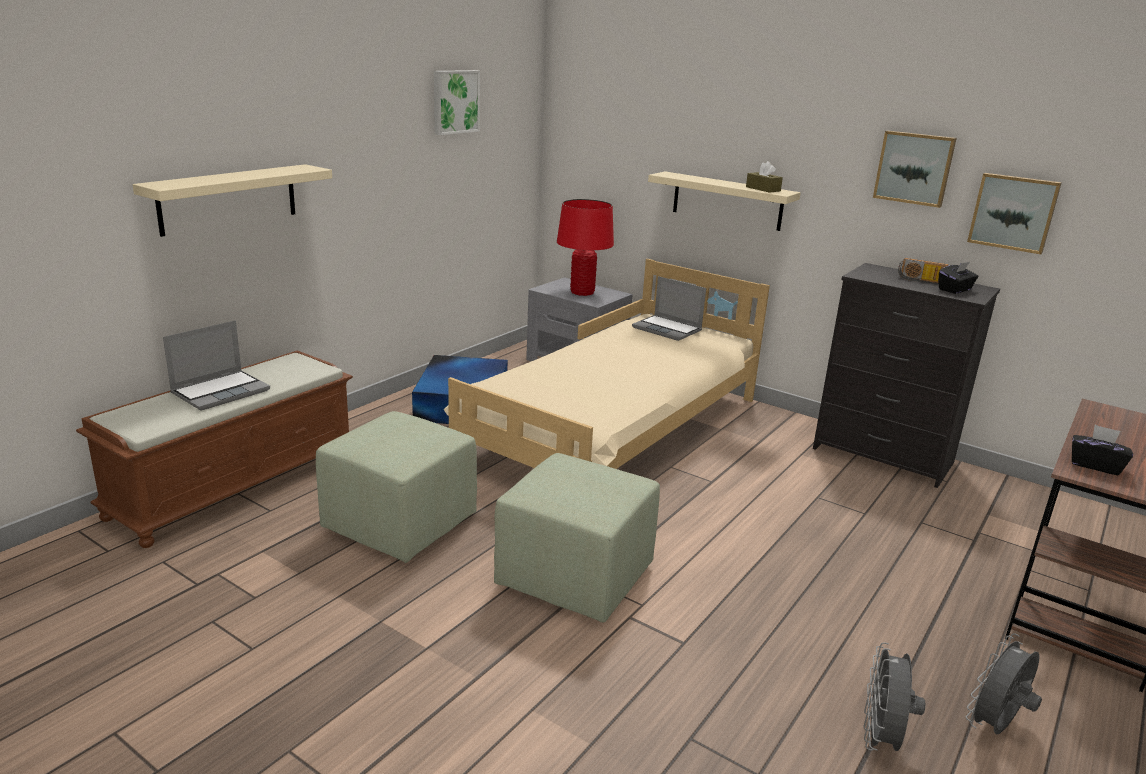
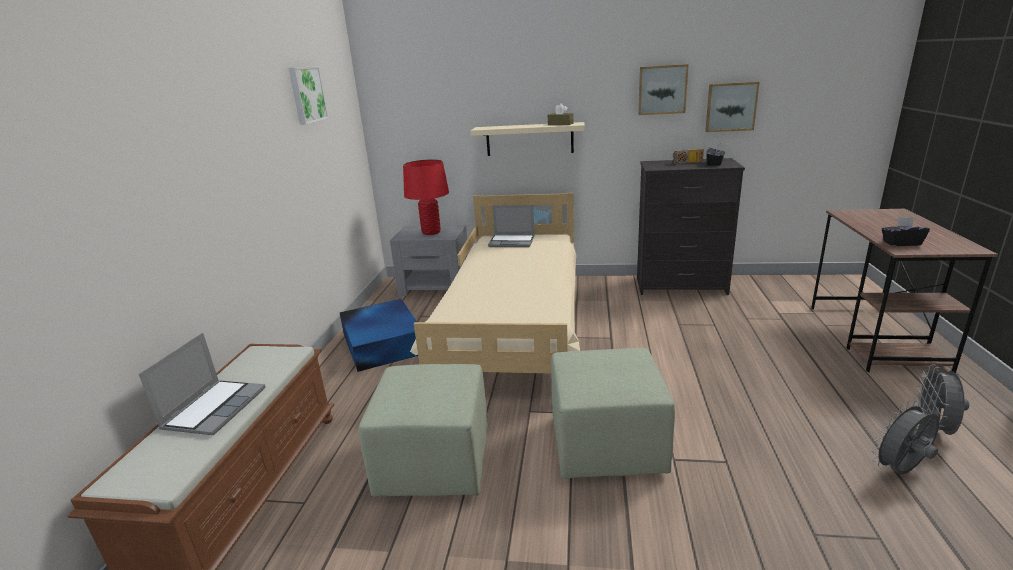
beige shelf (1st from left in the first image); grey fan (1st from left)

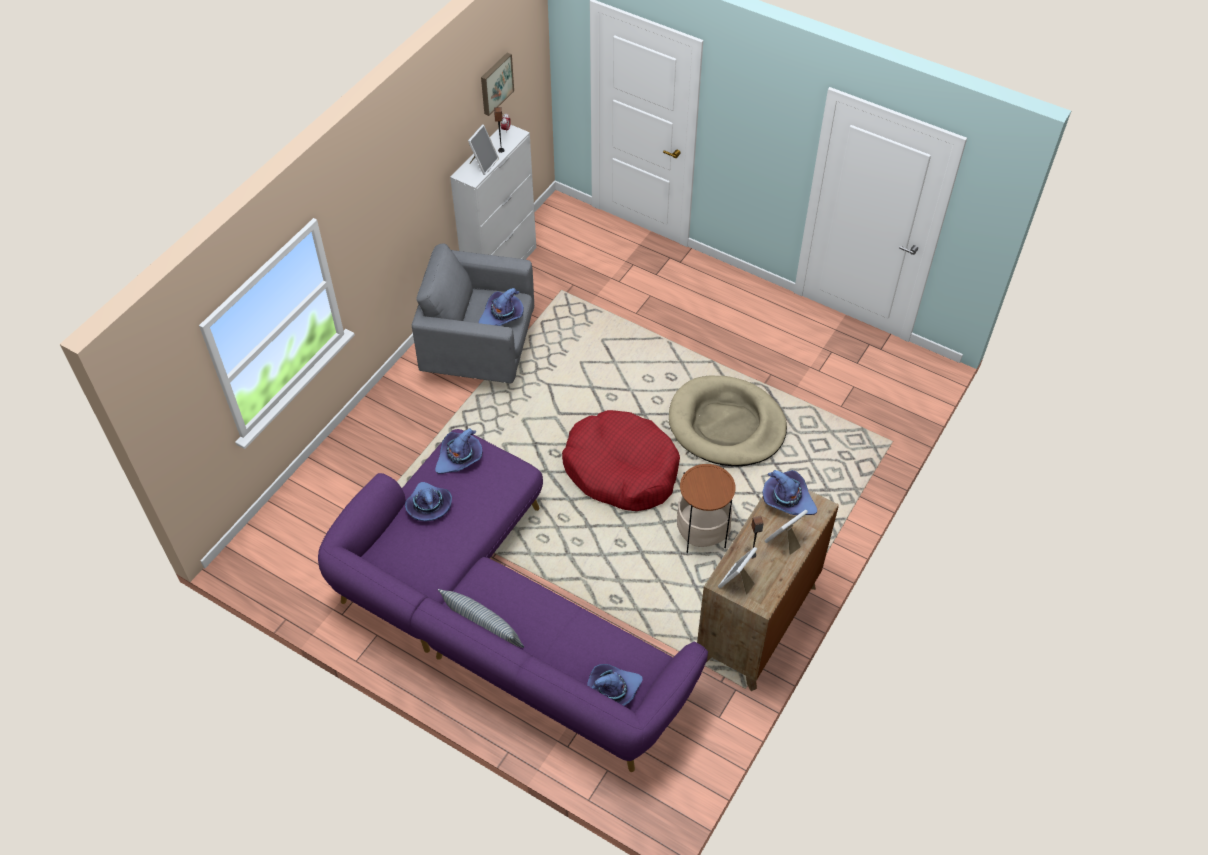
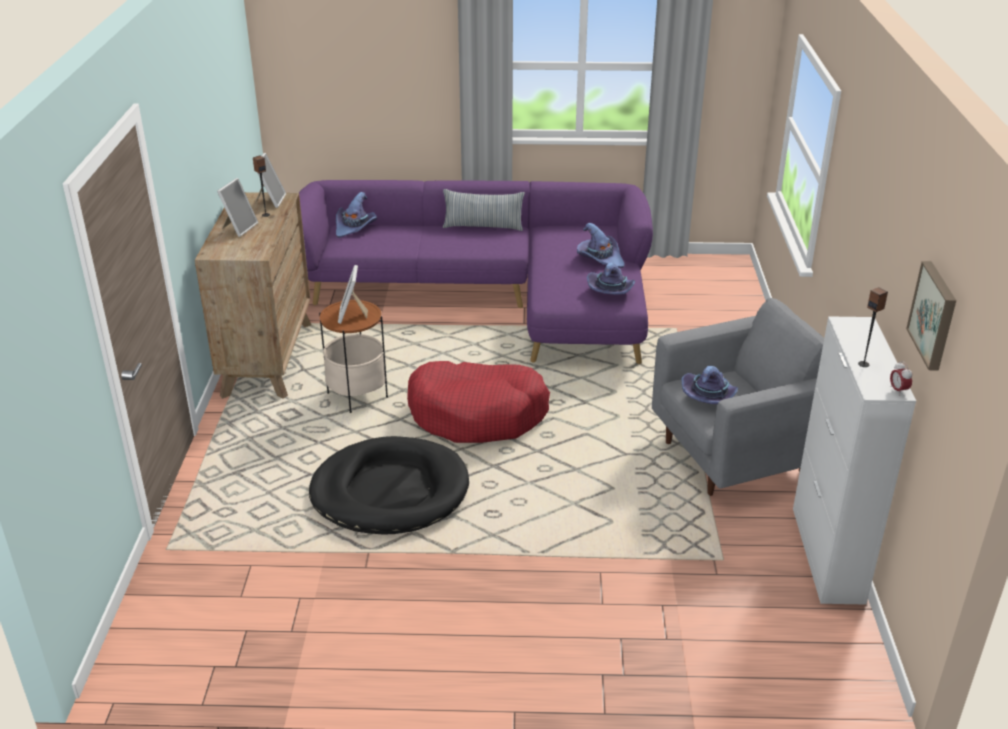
purple hat (5th from left in the first image); picture frame (3rd from left); black dog bed

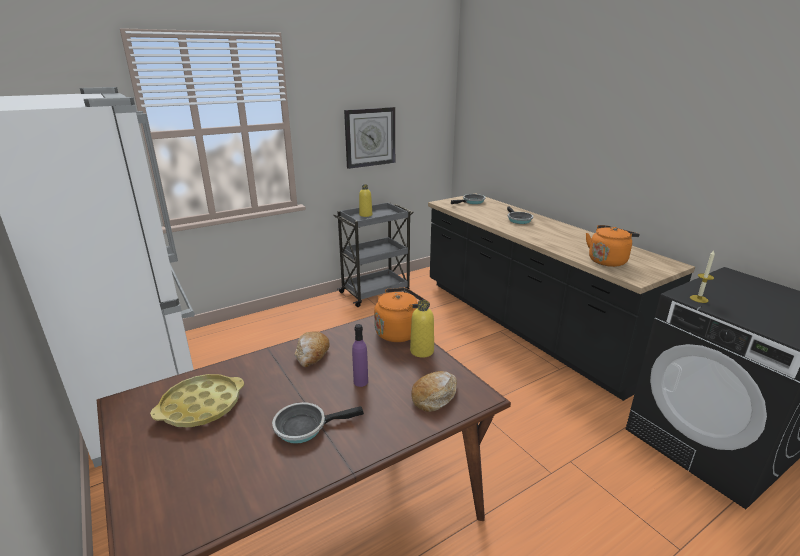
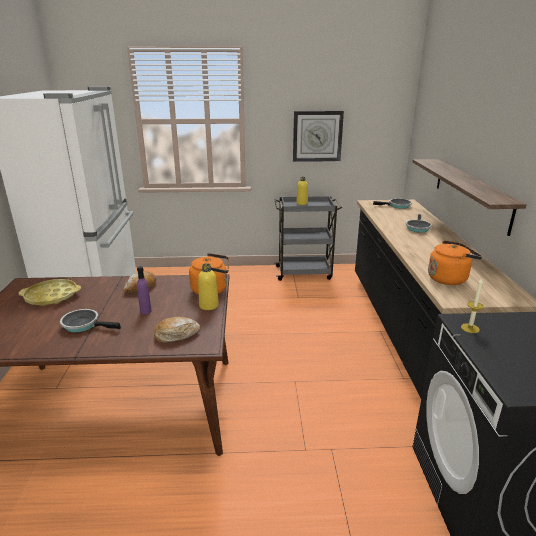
shelf

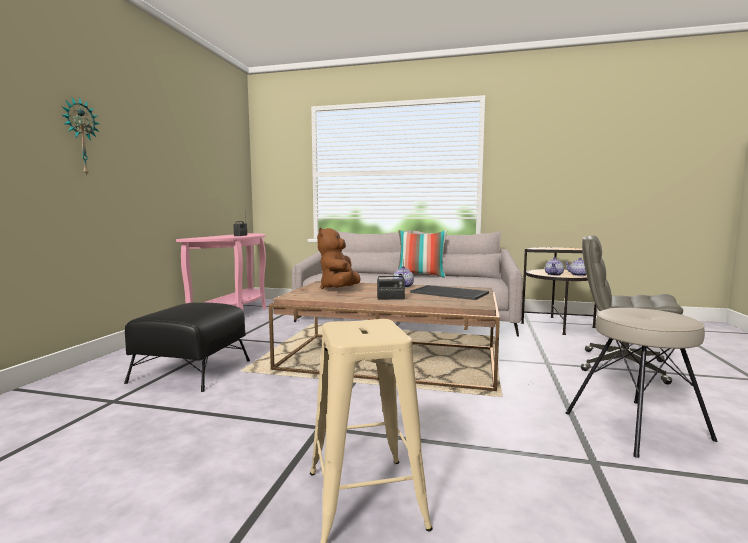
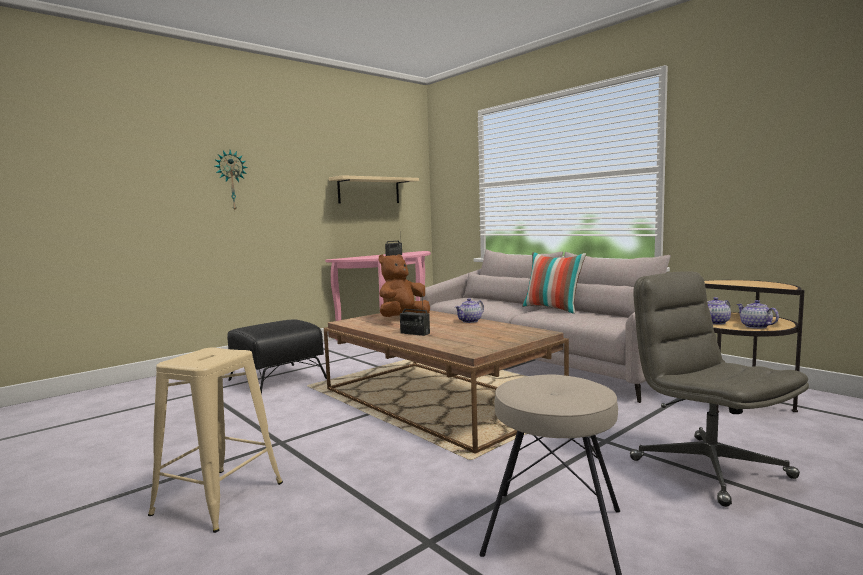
tray; beige shelf

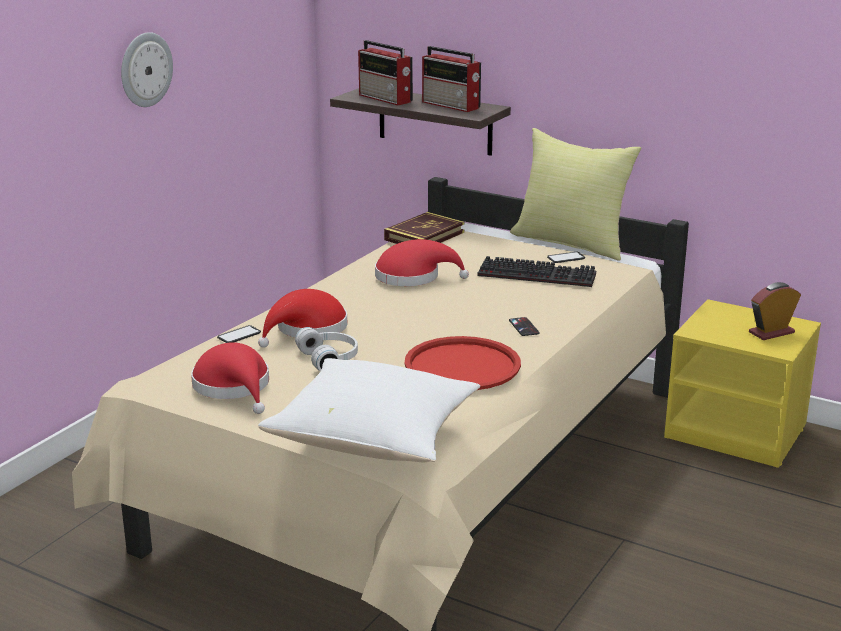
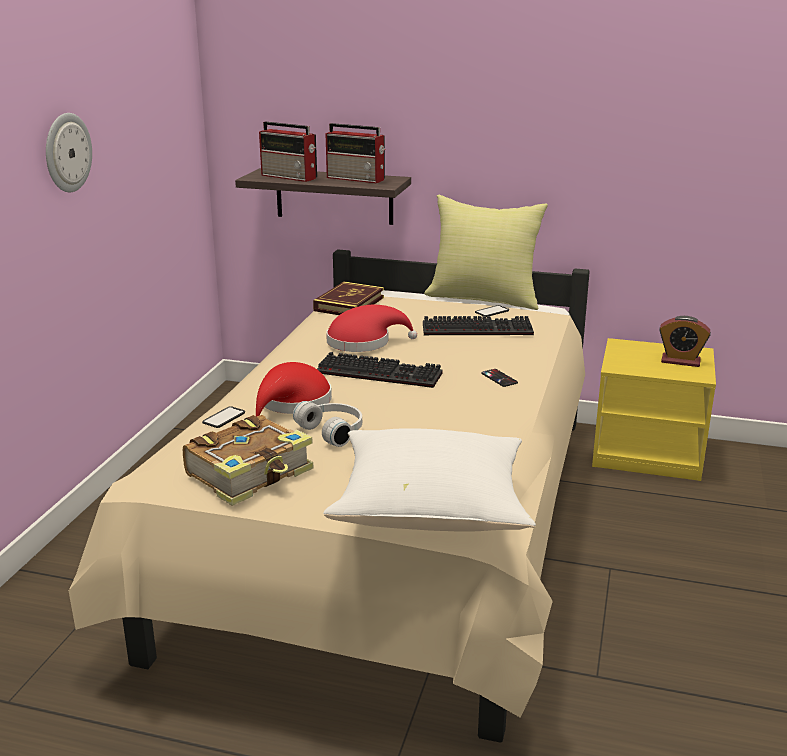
red tray; keyboard (1st from left); book (1st from left); alarm clock

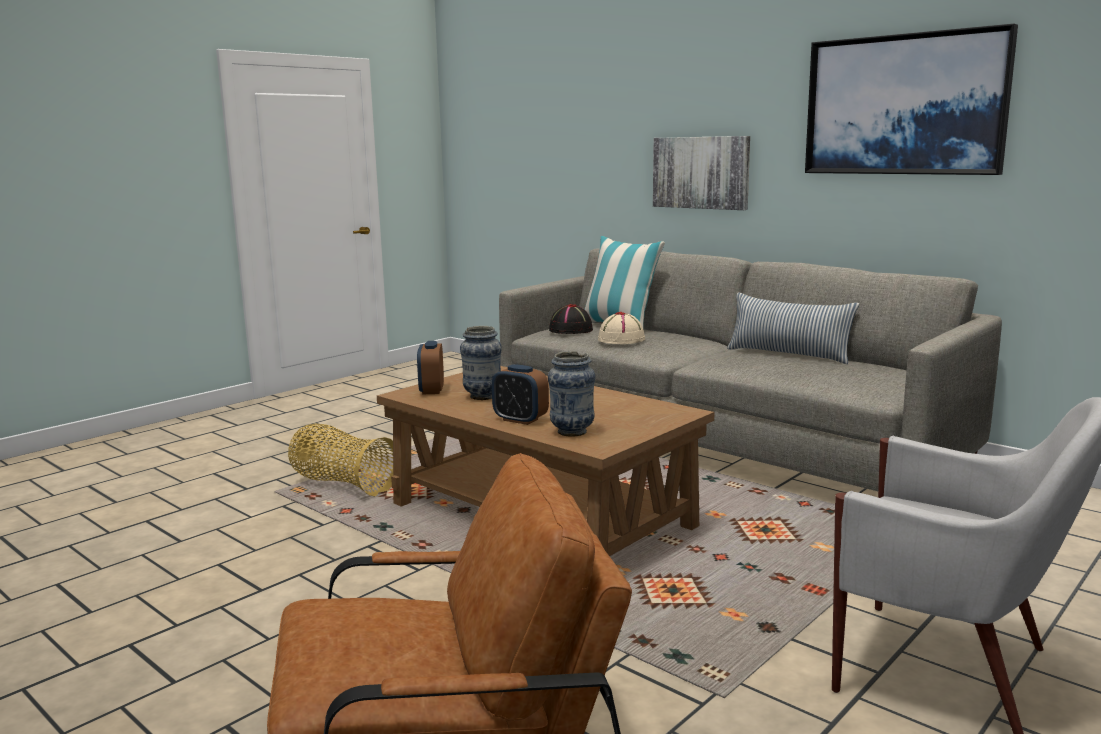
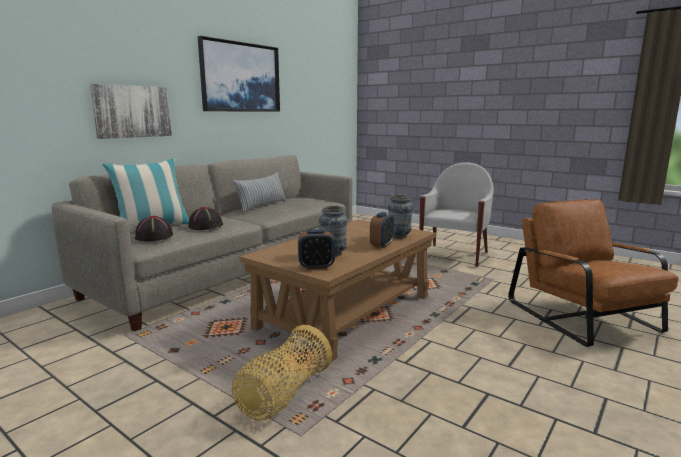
black hat (2nd from left)

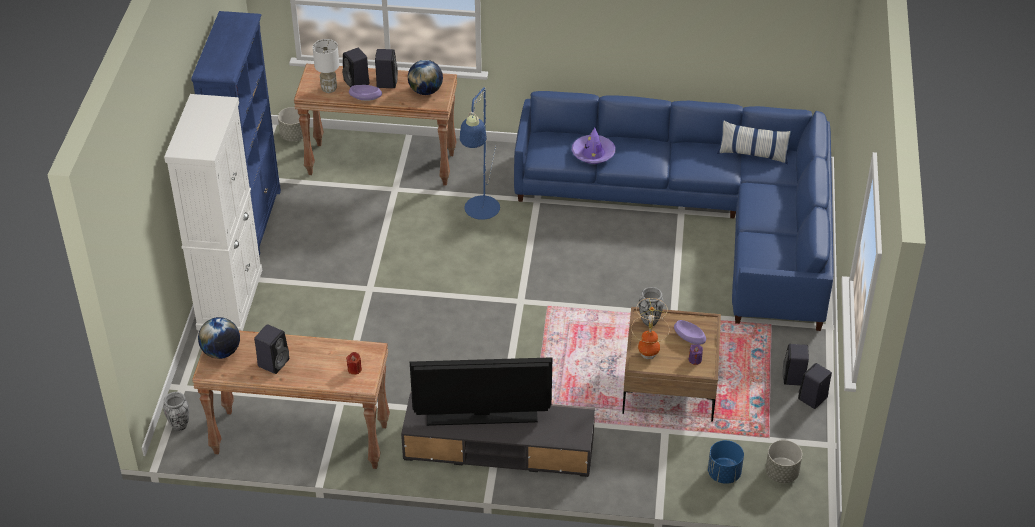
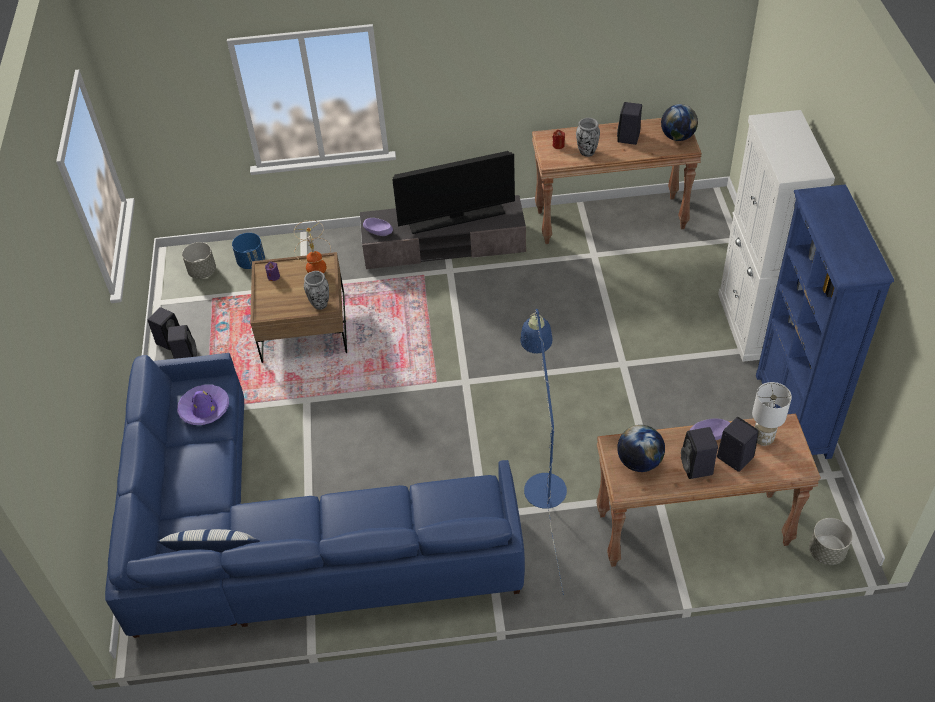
vase (2nd from left); purple hat; purple bowl (1st from left)

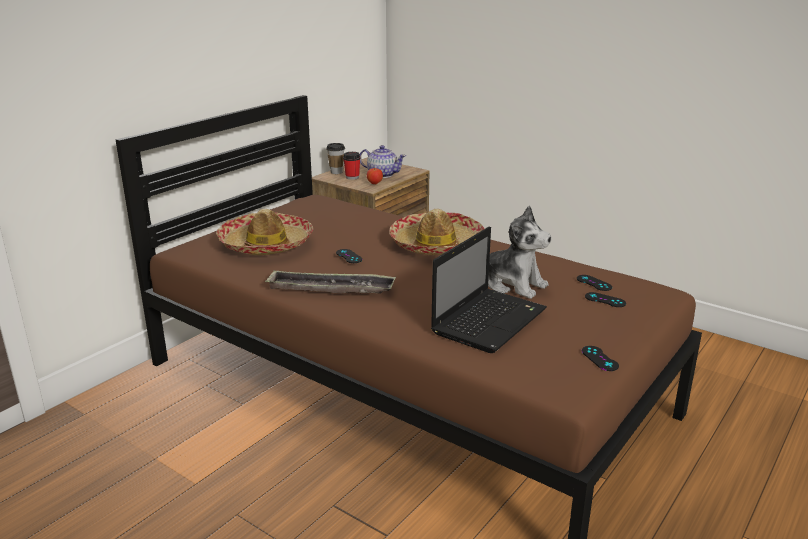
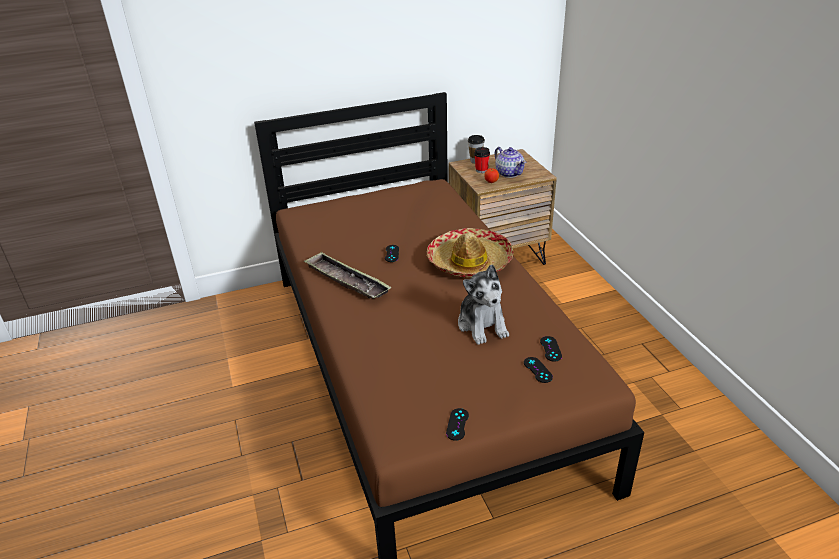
hat (1st from left in the first image); laptop

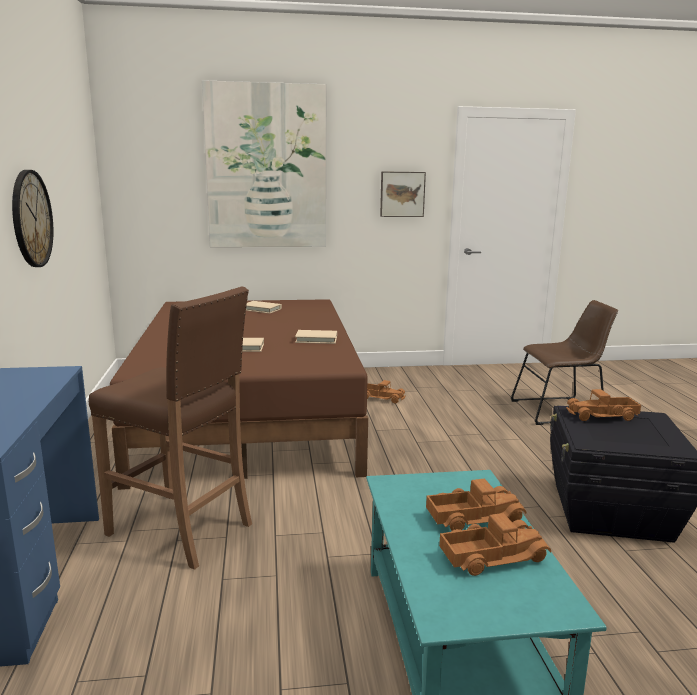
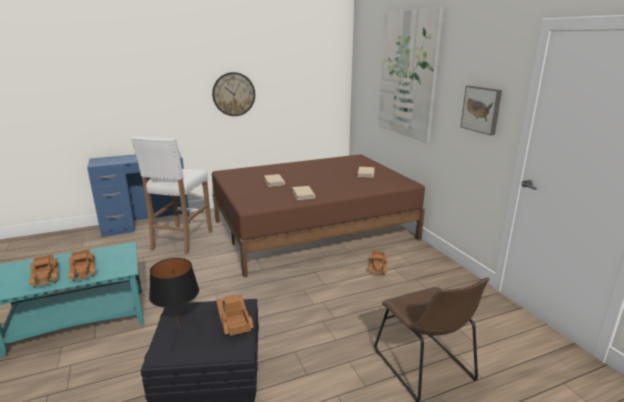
black table lamp; white stool

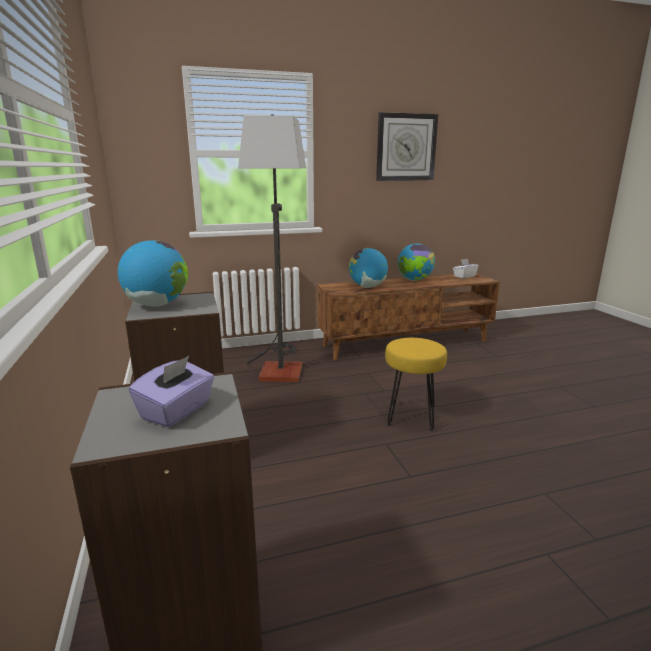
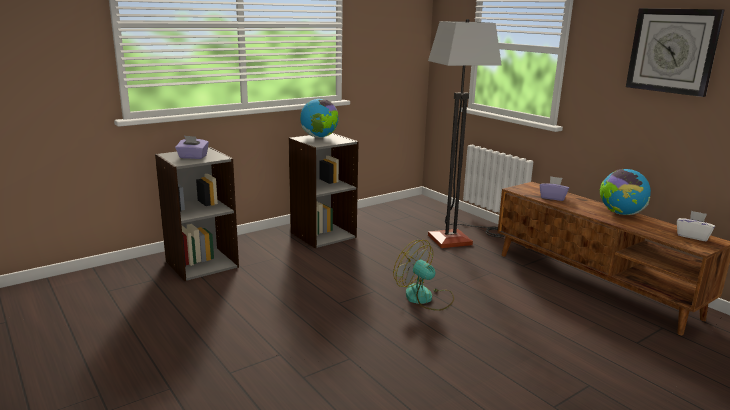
purple tissue box (2nd from left); fan

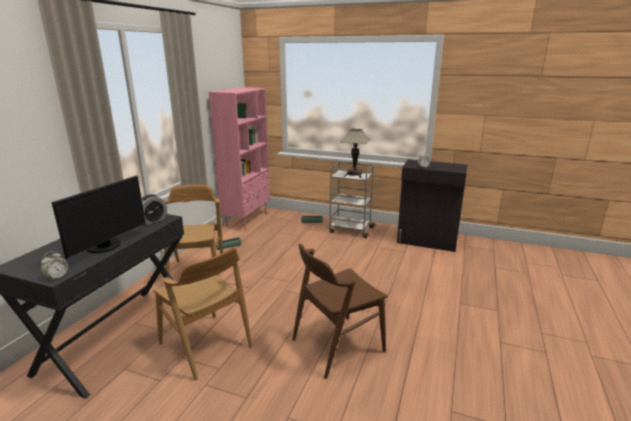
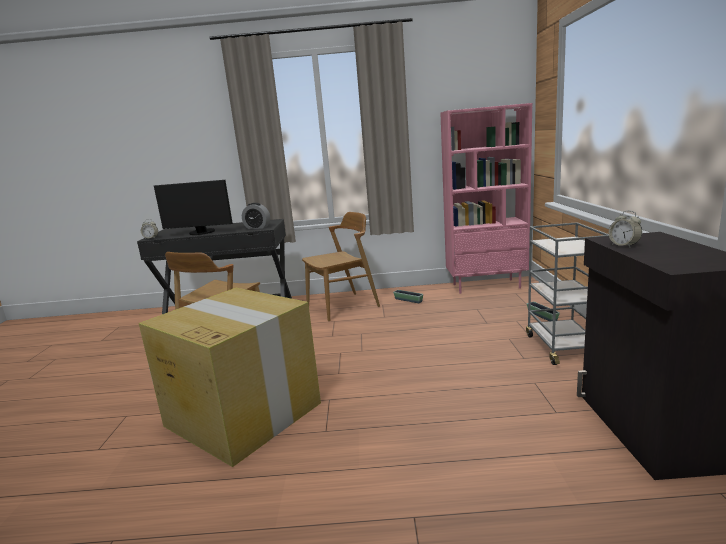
table lamp; cardboard box

